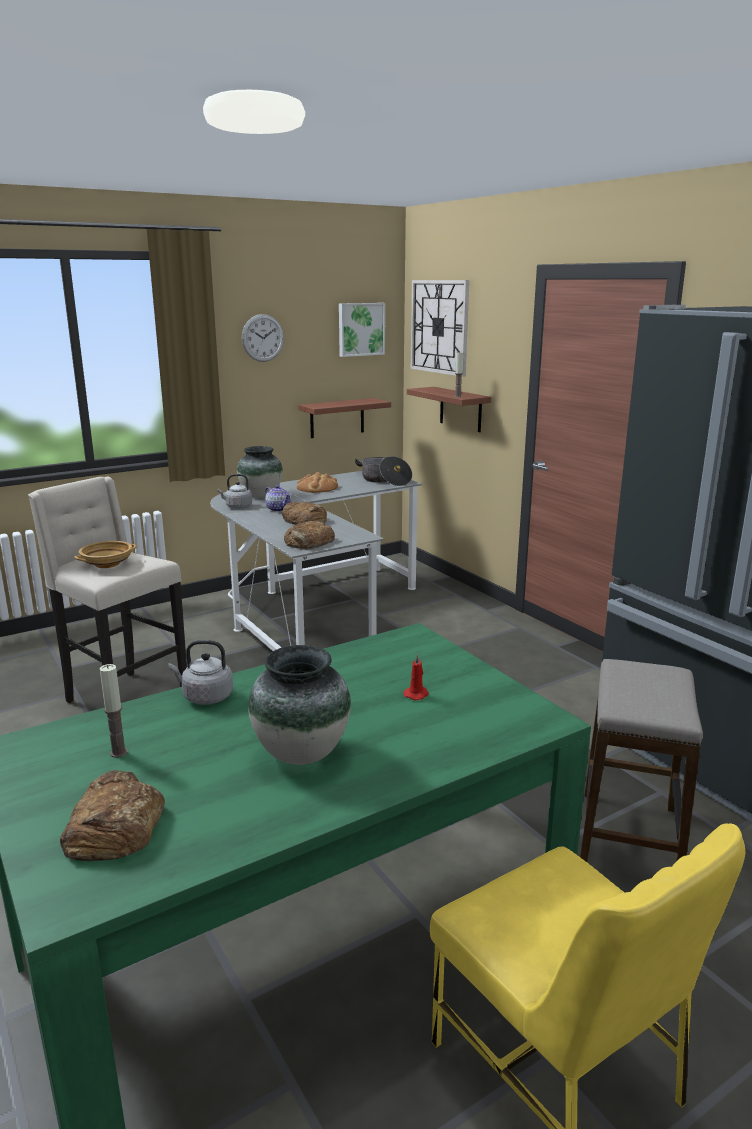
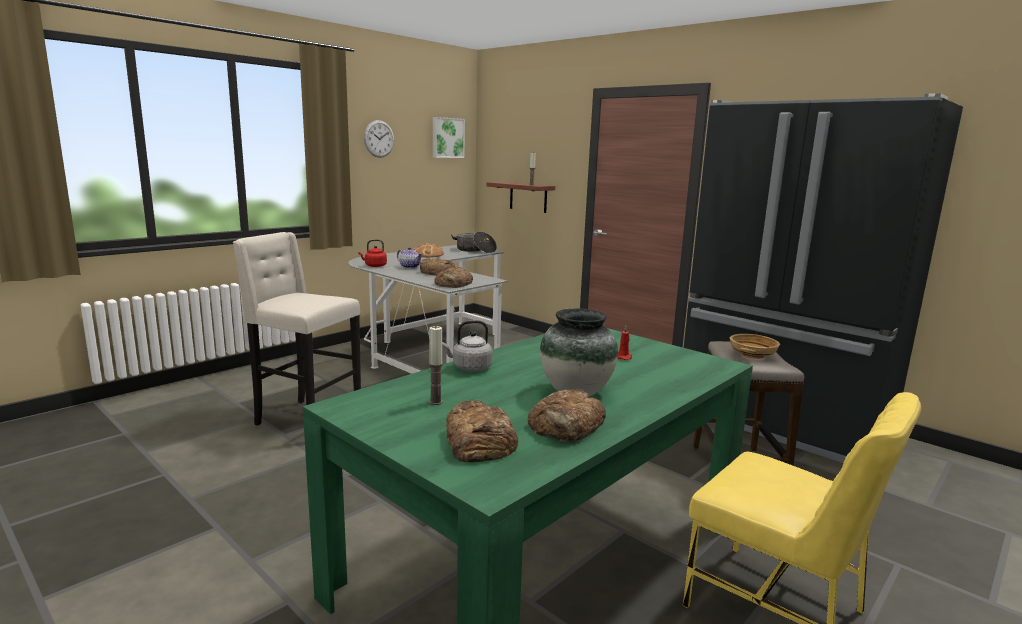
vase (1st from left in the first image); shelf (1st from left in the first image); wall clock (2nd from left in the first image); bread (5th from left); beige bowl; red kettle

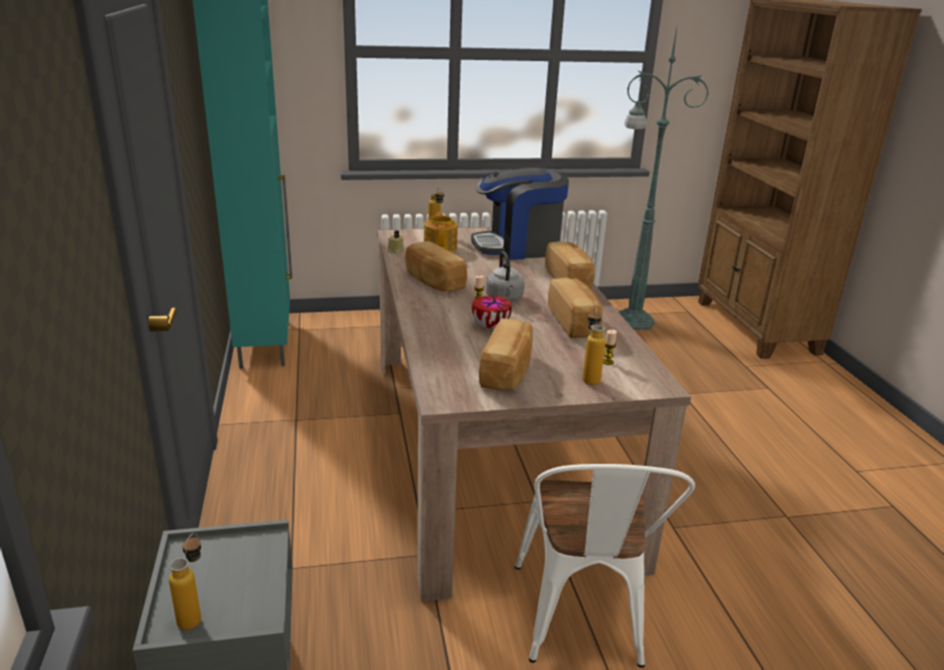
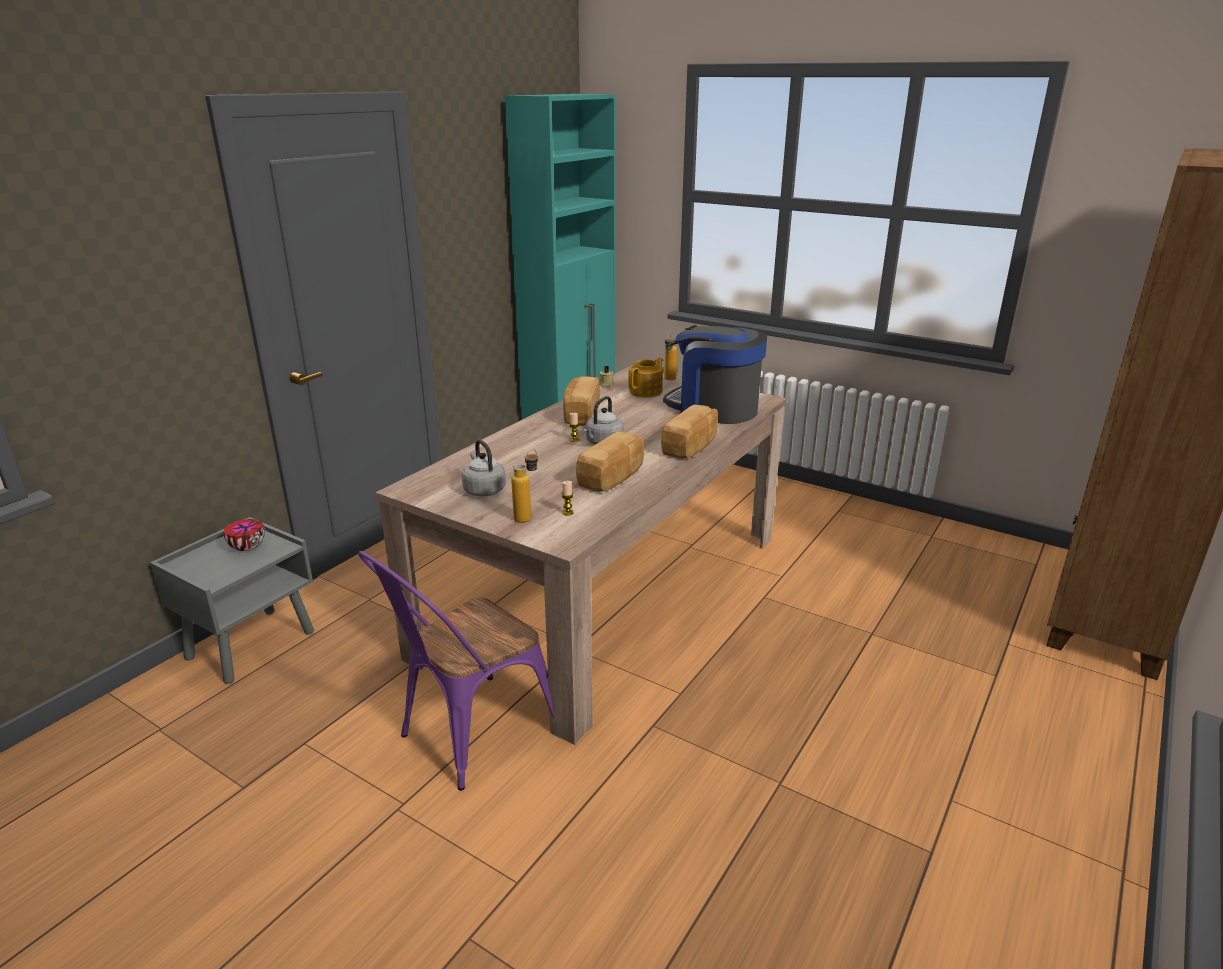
bottle (1st from left in the first image); green floor lamp; bowl; grey kettle (1st from left); purple chair

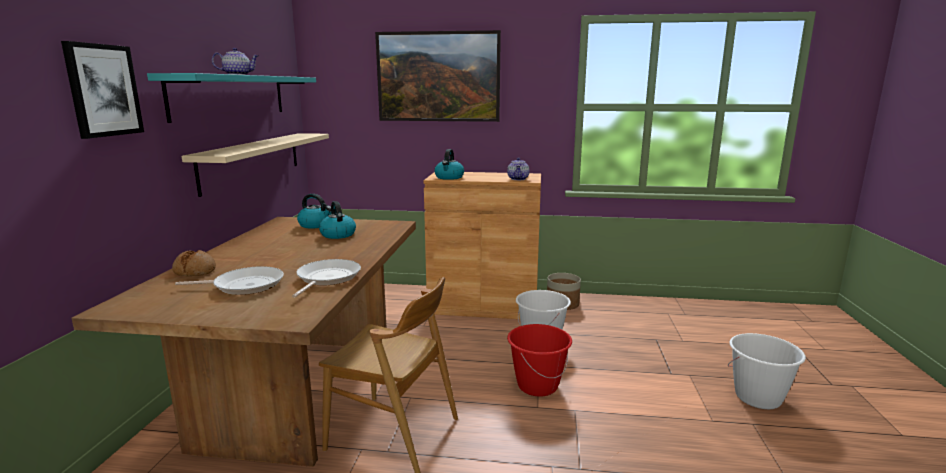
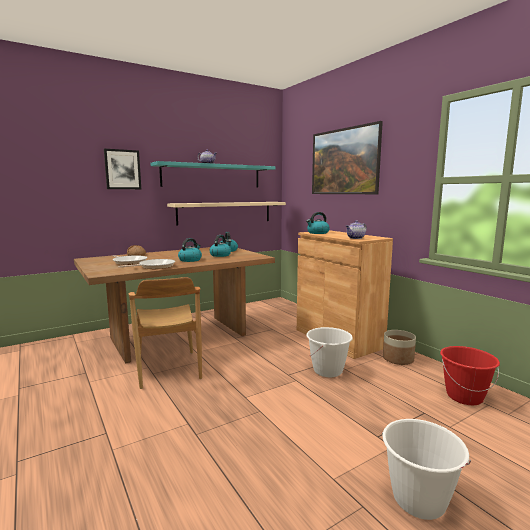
kettle (1st from left); red bucket

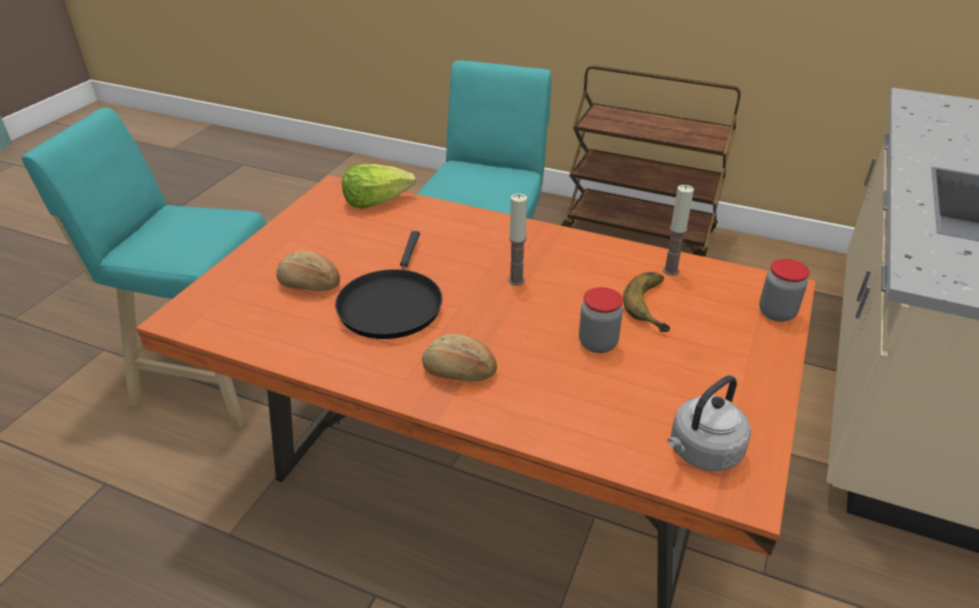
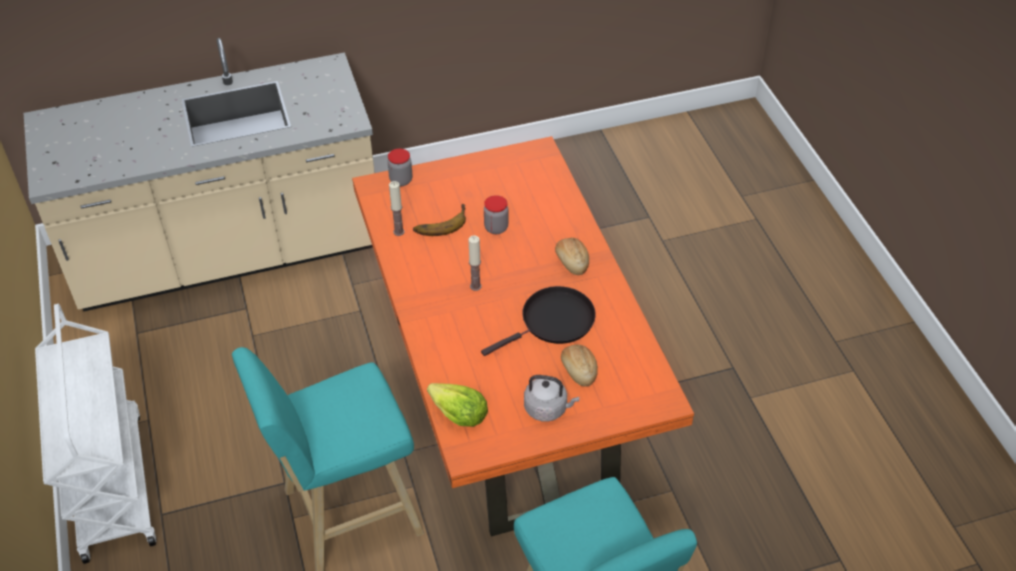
grey kettle; white cart

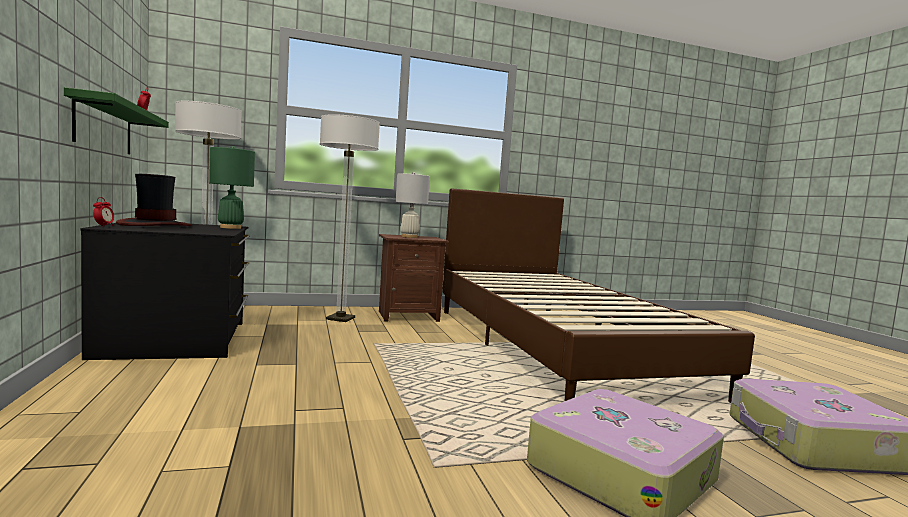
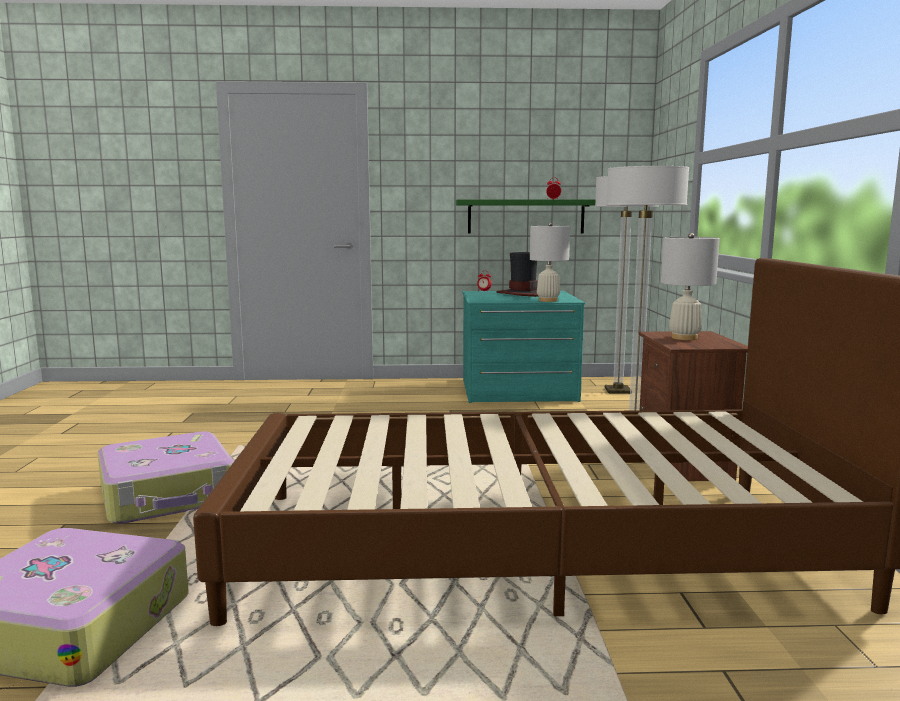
turquoise dresser; white table lamp (1st from left)

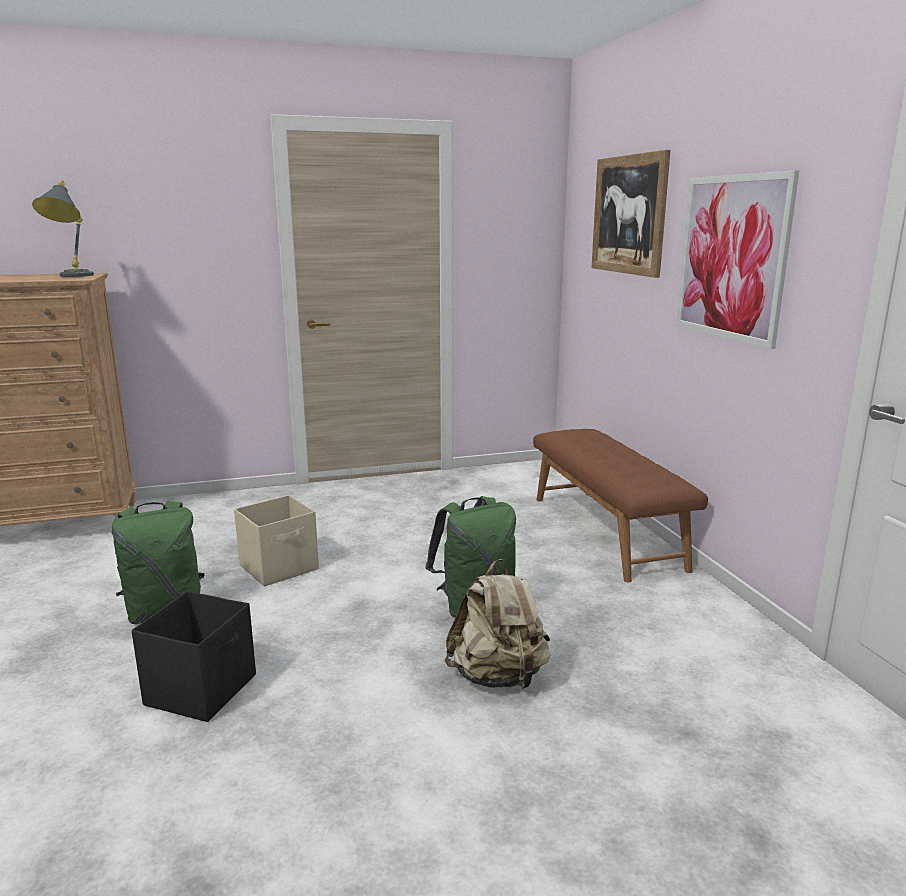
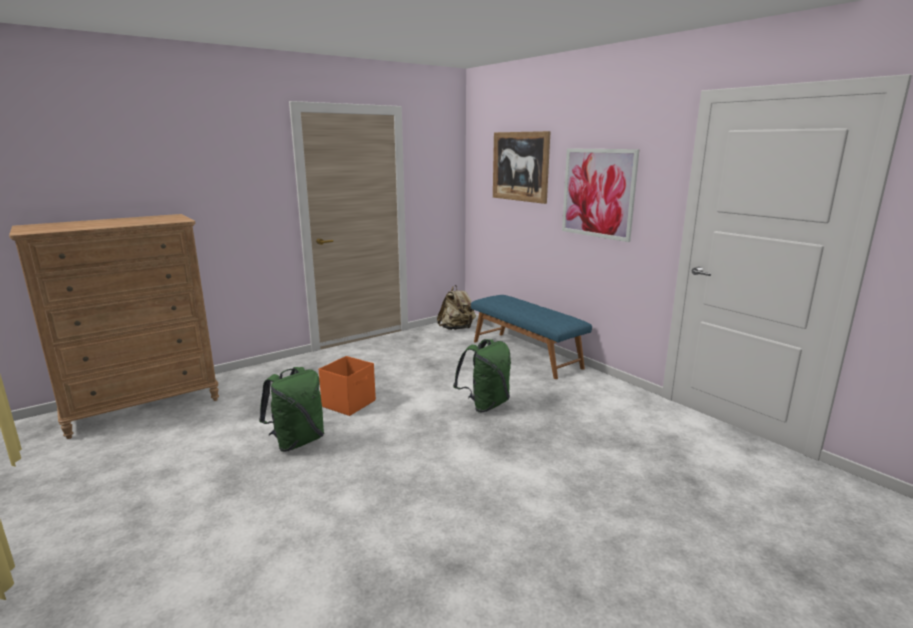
grey table lamp; black storage box; beige backpack; orange storage box; blue bench

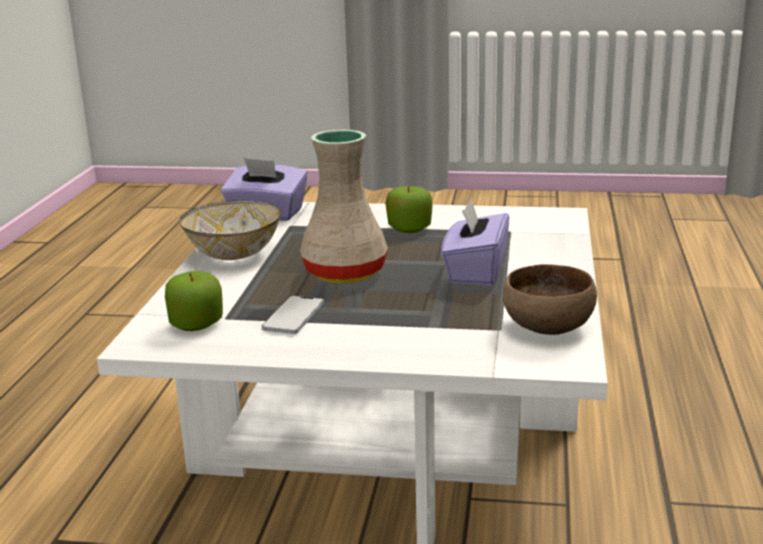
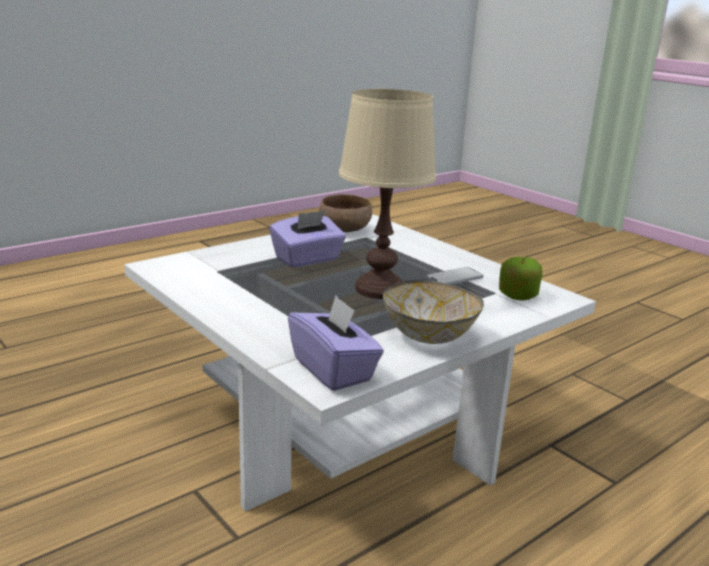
apple (2nd from left in the first image); beige table lamp

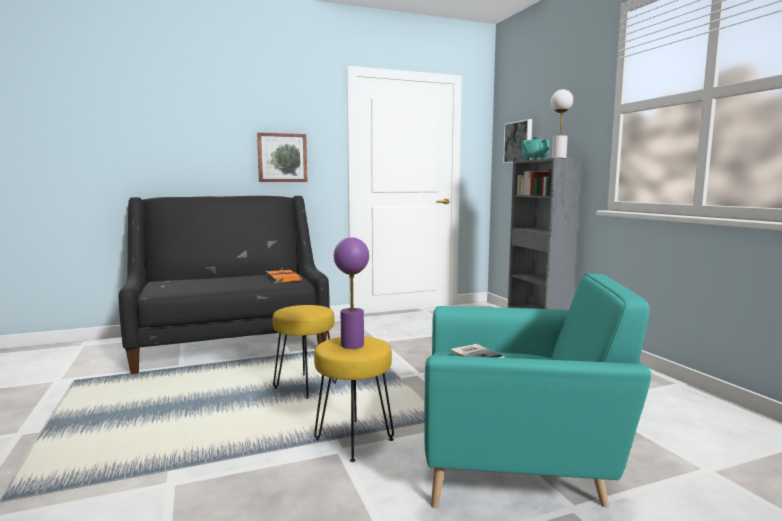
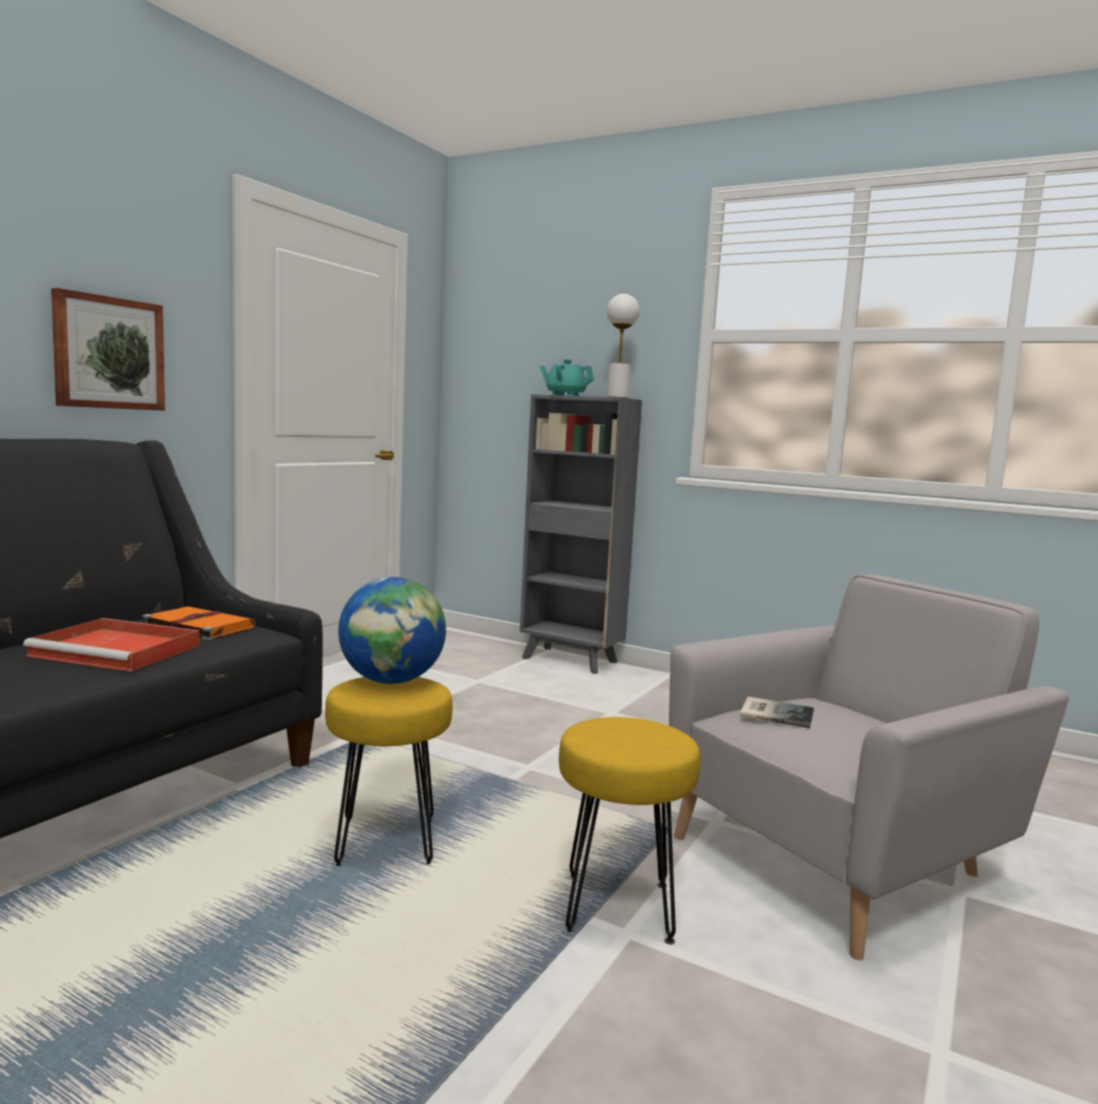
purple table lamp; picture (2nd from left in the first image); red tray; globe; grey armchair

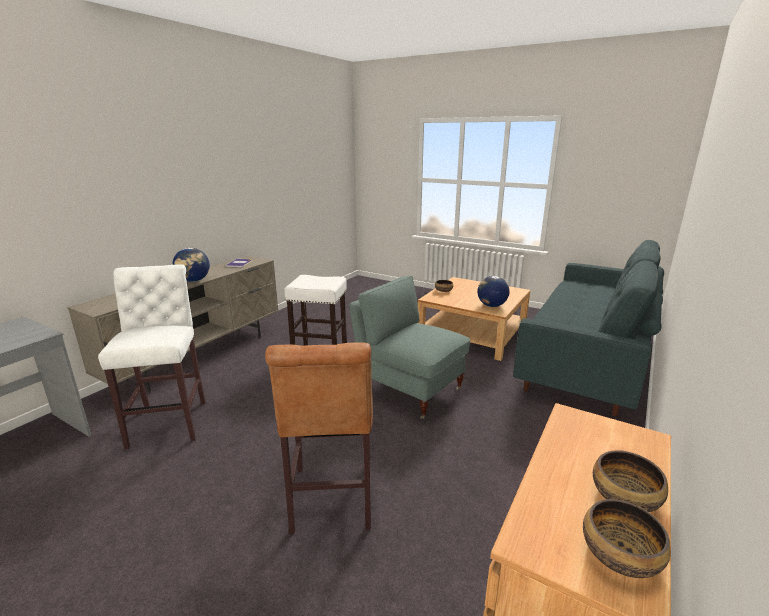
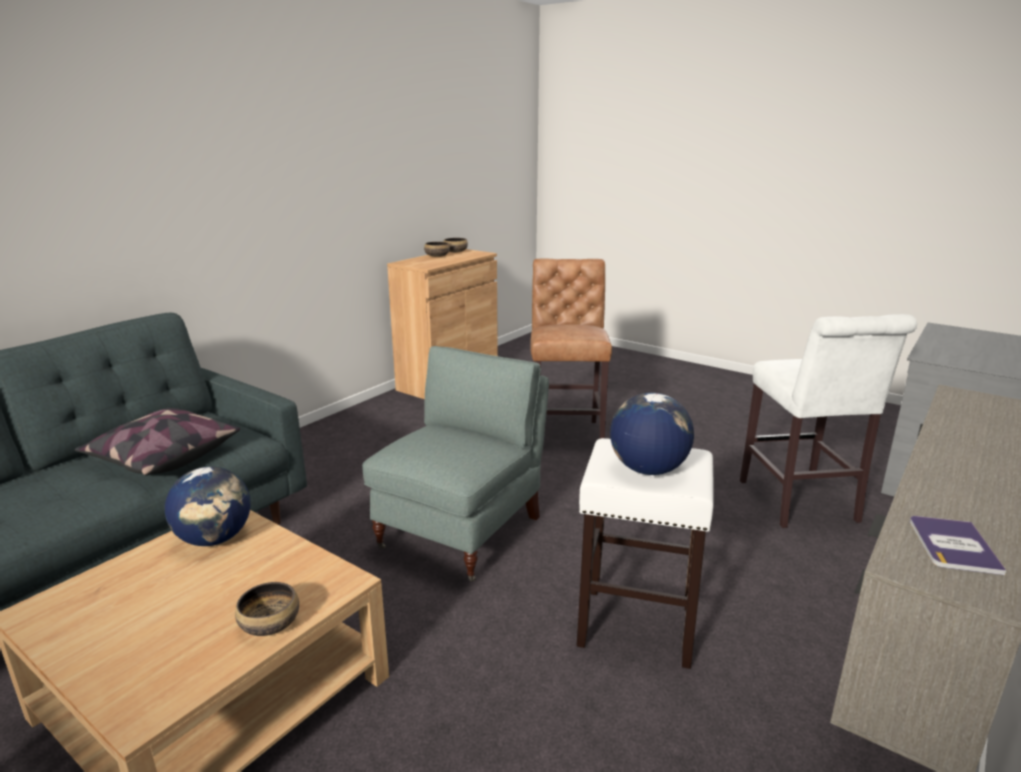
pillow; globe (2nd from left); grey armchair

